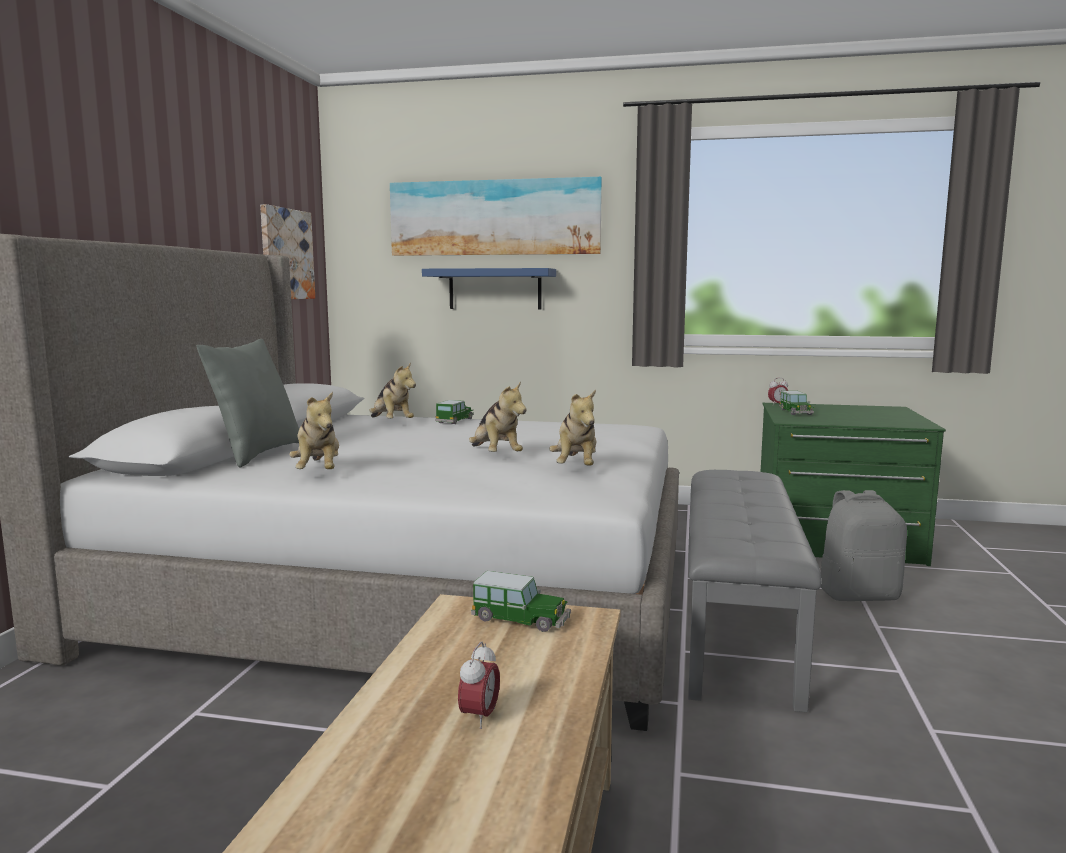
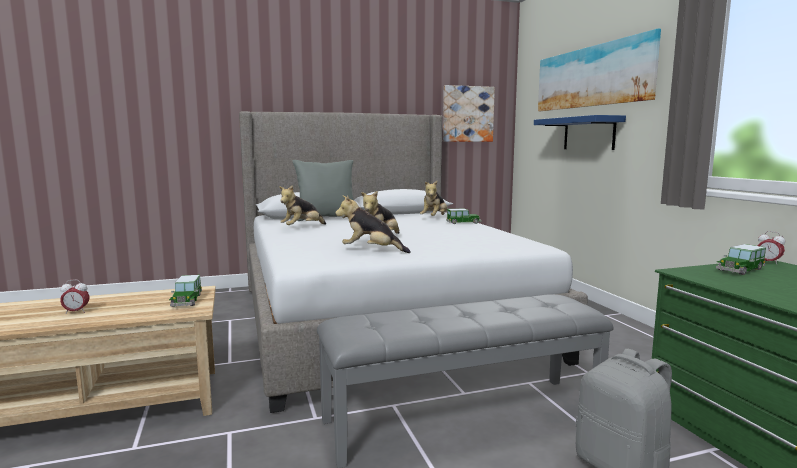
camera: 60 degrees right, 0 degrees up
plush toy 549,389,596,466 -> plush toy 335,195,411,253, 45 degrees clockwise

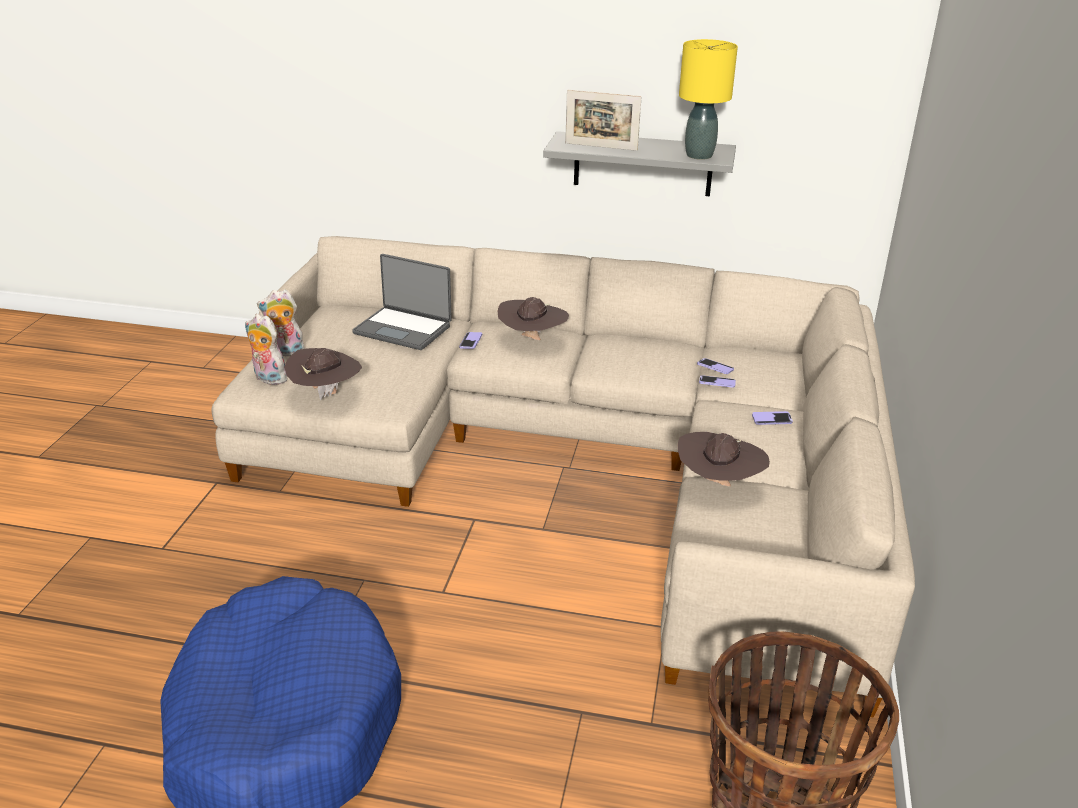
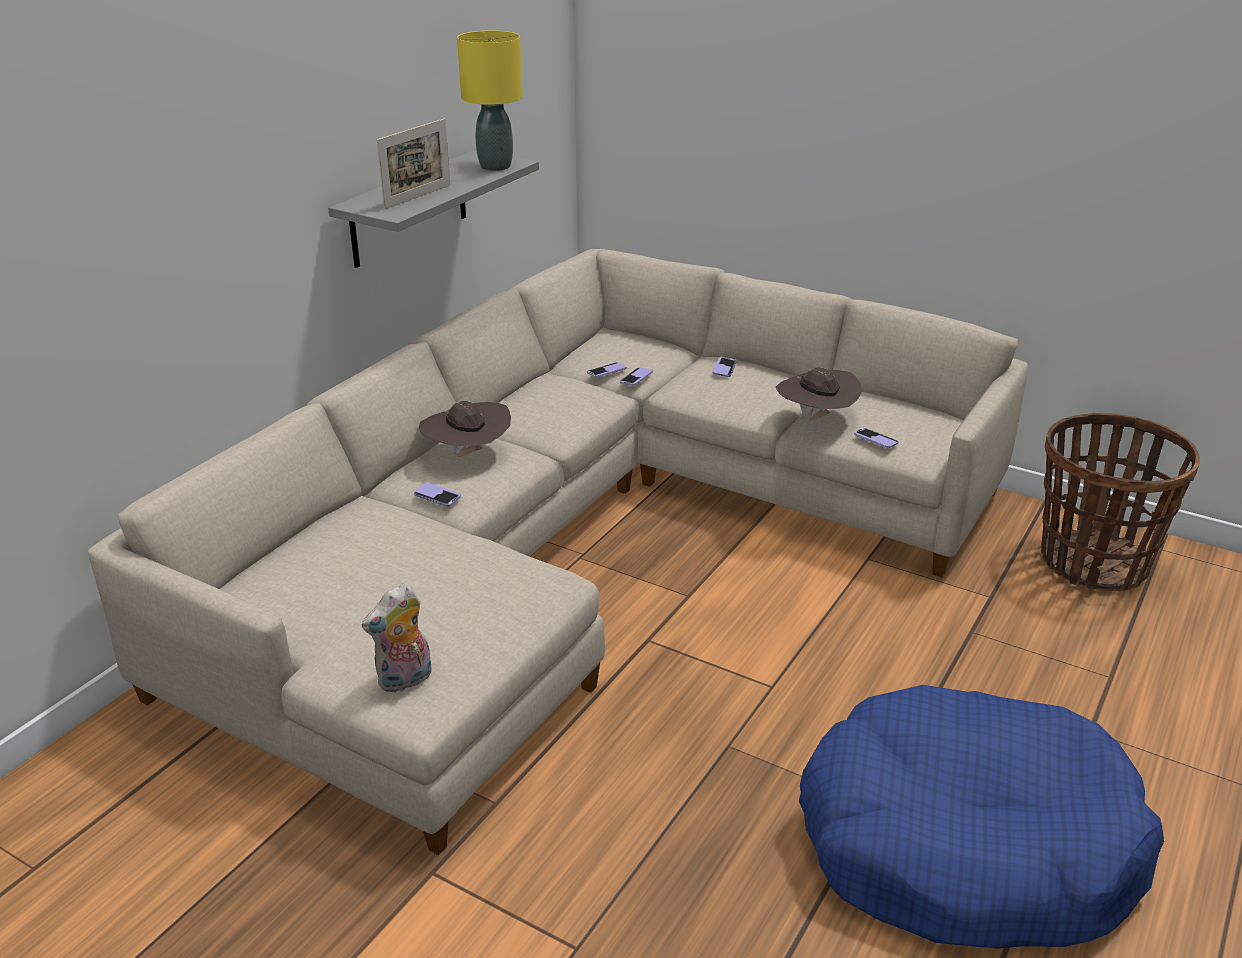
camera: 70 degrees left, 0 degrees up
laptop 352,254,452,350 -> none
plush toy 257,289,305,356 -> none
hat in brown 284,348,362,400 -> none
none -> phone 854,428,898,448

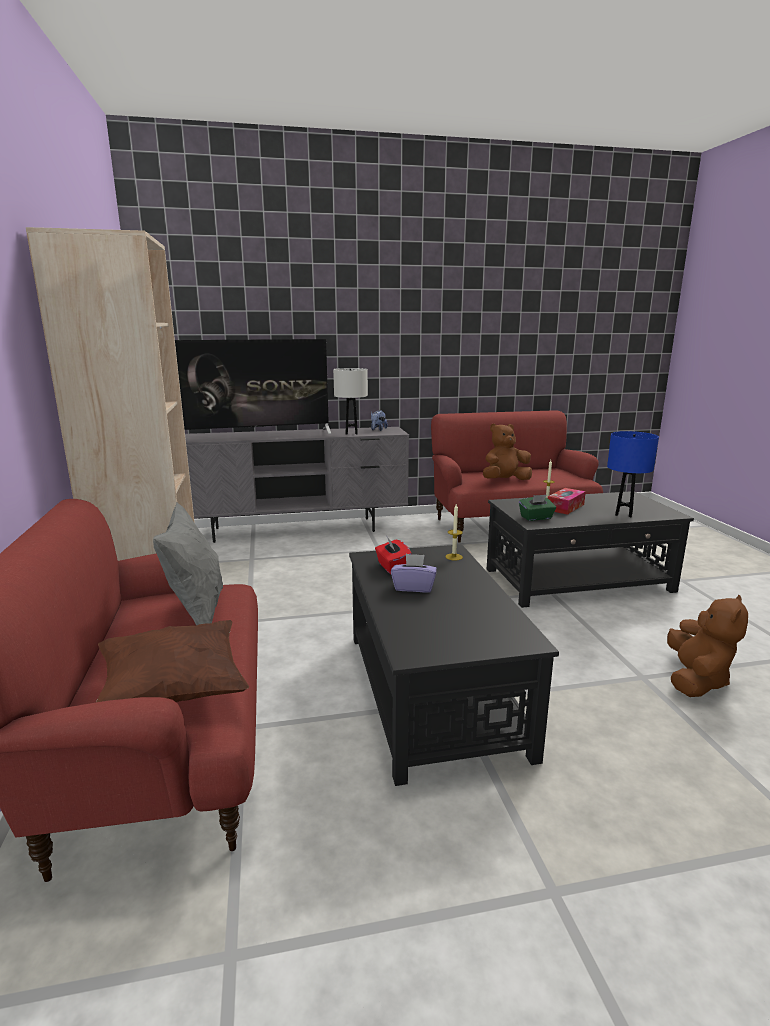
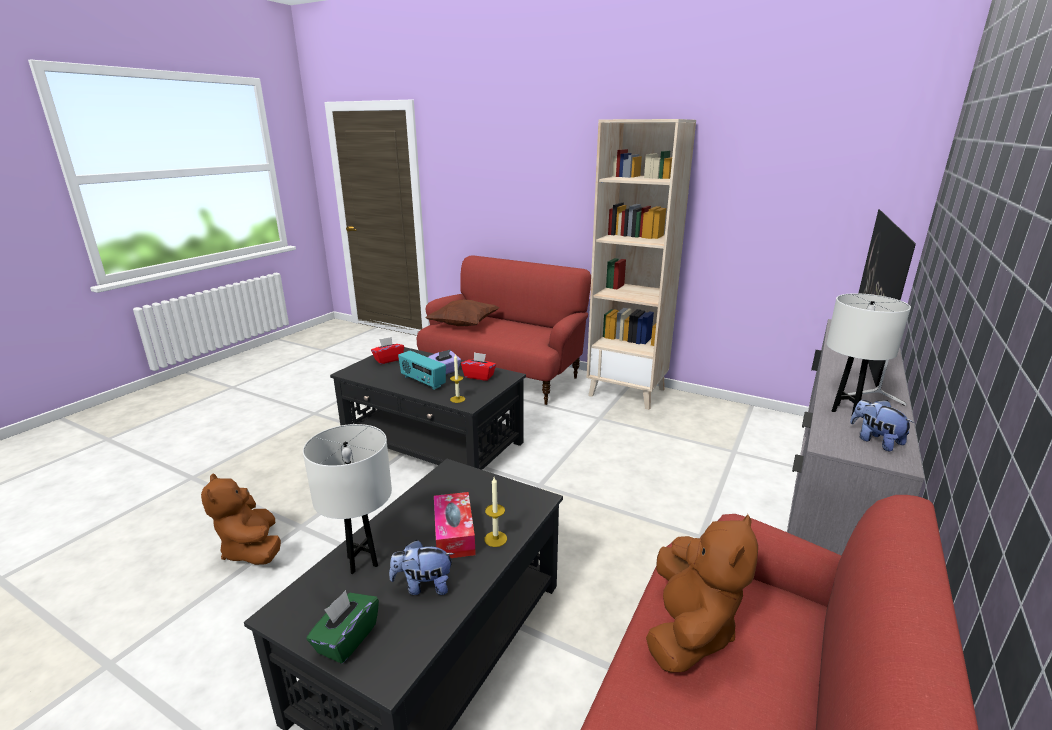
camera: 130 degrees right, 5 degrees up
table lamp in blue 607,431,659,518 -> table lamp in white 303,424,392,574
tissue box in green 519,495,556,521 -> tissue box in green 306,590,379,664, moved
pillow in grey 153,503,223,625 -> none
none -> tissue box in red 371,337,404,364
none -> radio 398,351,446,390
none -> plush toy 389,540,454,595

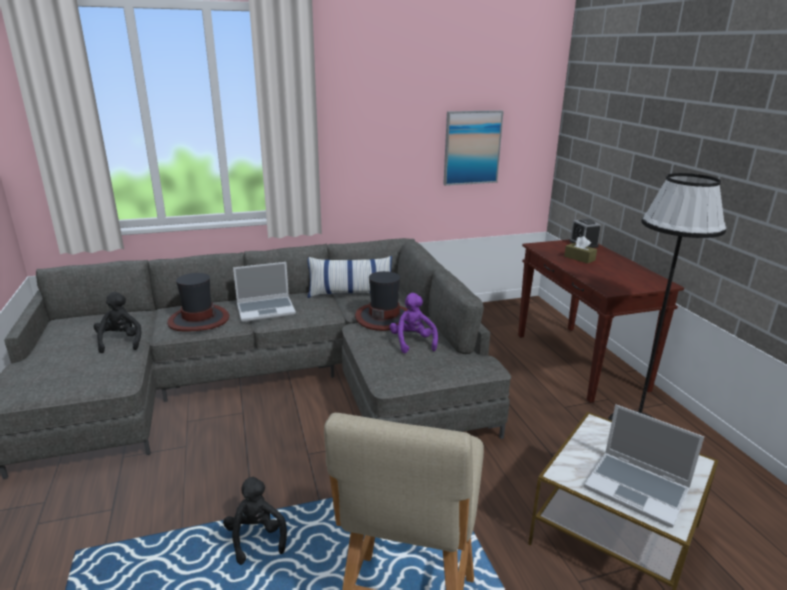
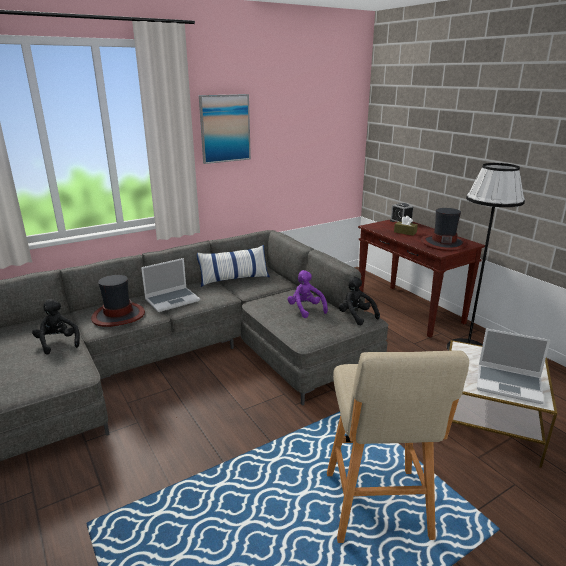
camera: 15 degrees left, 0 degrees up
picture 443,110,504,186 -> picture 199,94,251,164, moved
hat 355,271,409,331 -> hat 421,208,468,251, moved
plush toy in black 223,476,287,565 -> plush toy in black 339,276,380,326, moved

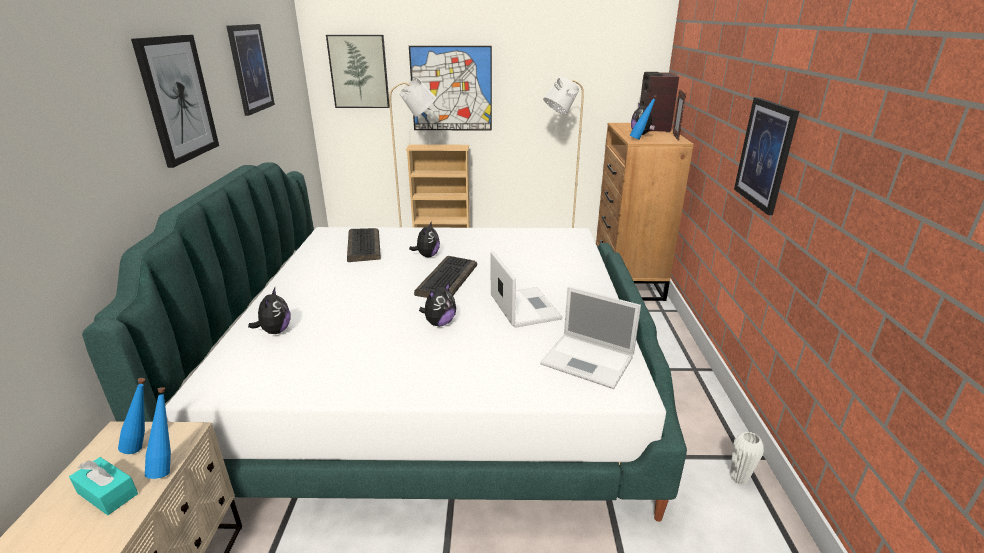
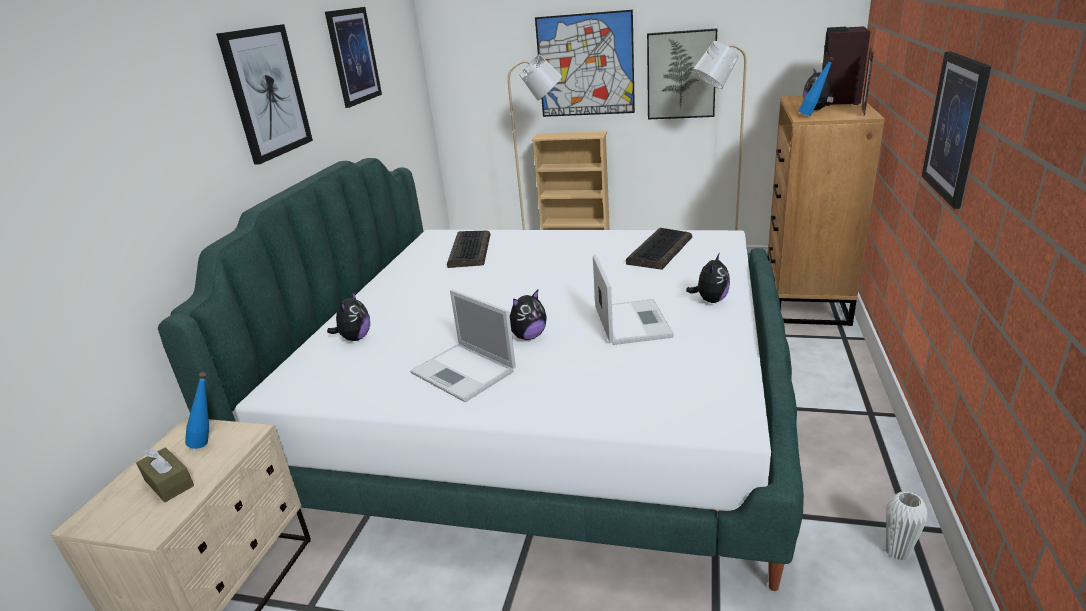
camera: 15 degrees right, 0 degrees up
picture 326,35,390,108 -> picture 647,28,717,119, moved
plush toy 409,221,440,257 -> plush toy 686,254,730,303, moved
keyboard 414,256,477,298 -> keyboard 626,228,692,270, moved
laptop 540,286,641,389 -> laptop 410,290,516,402, moved
bottle in blue 145,387,171,479 -> none
tissue box in turquoise 69,457,138,515 -> tissue box in brown 136,447,194,502

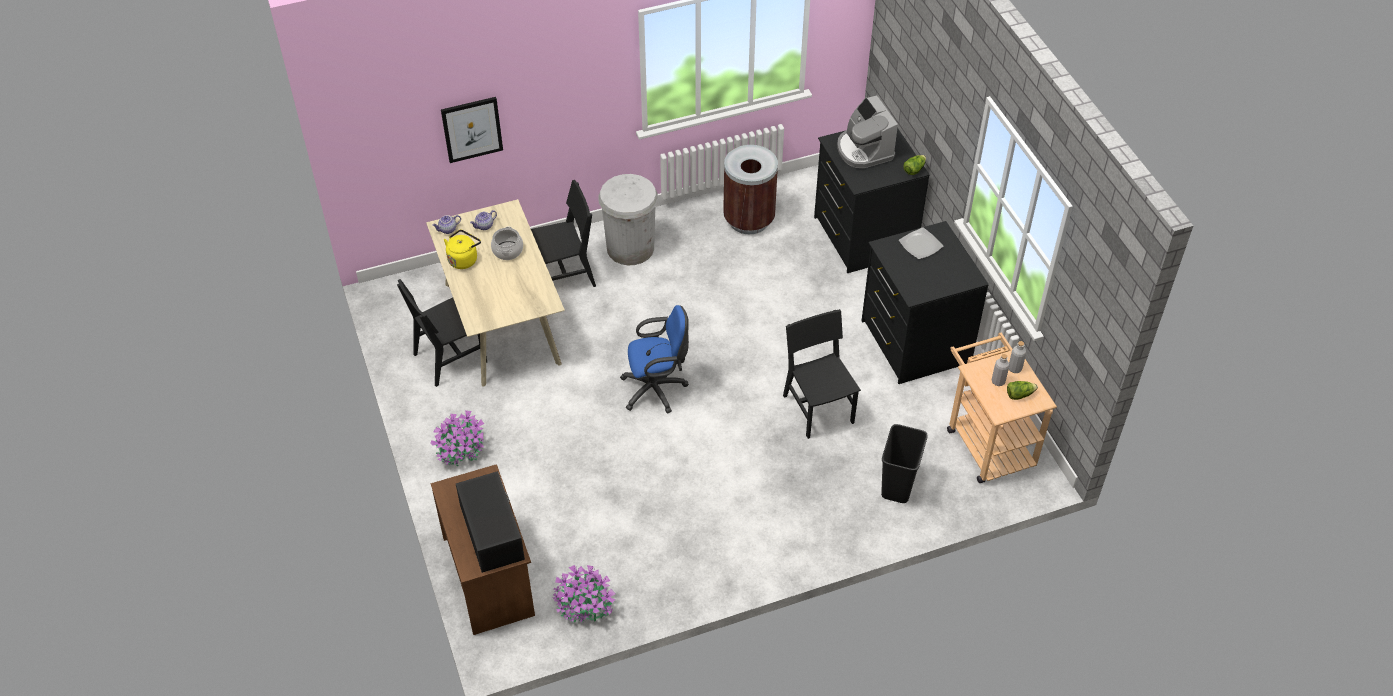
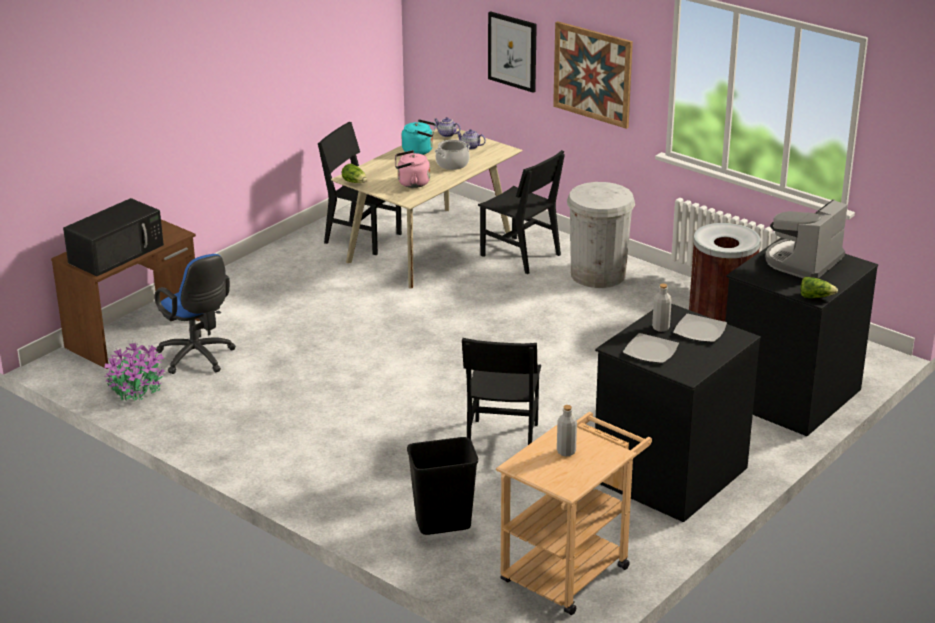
camera: 60 degrees right, 20 degrees down
kettle in yellow 444,230,481,269 -> kettle in turquoise 402,119,436,155
office chair in blue 620,305,689,414 -> office chair in blue 155,254,236,374, moved
chair in black 783,309,861,439 -> chair in black 462,338,541,445, 150 degrees clockwise
bottle in grey 1009,341,1026,373 -> bottle in grey 652,283,672,332, moved
lettuce 1007,381,1038,400 -> lettuce 342,163,367,183, moved
potted plant 430,410,484,466 -> none
none -> picture 553,21,633,129
none -> kettle in pink 395,150,430,188
none -> plate 623,333,679,363

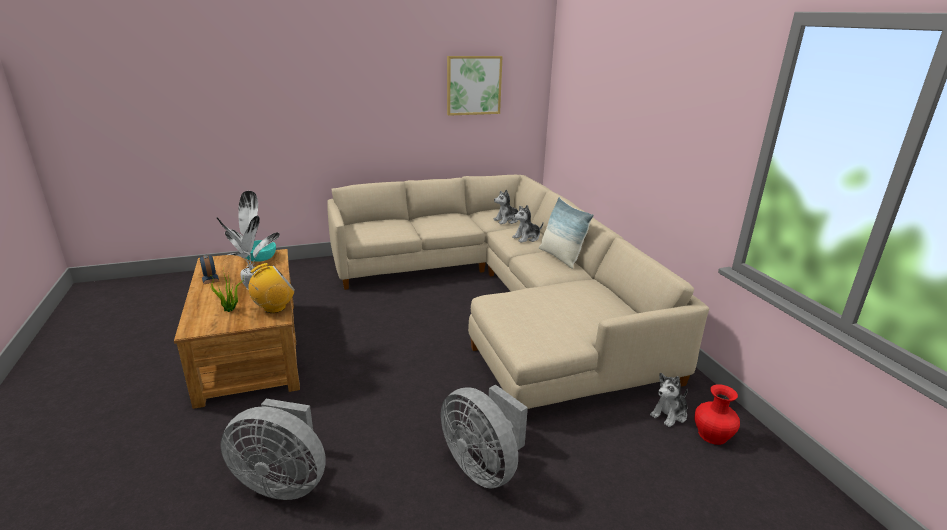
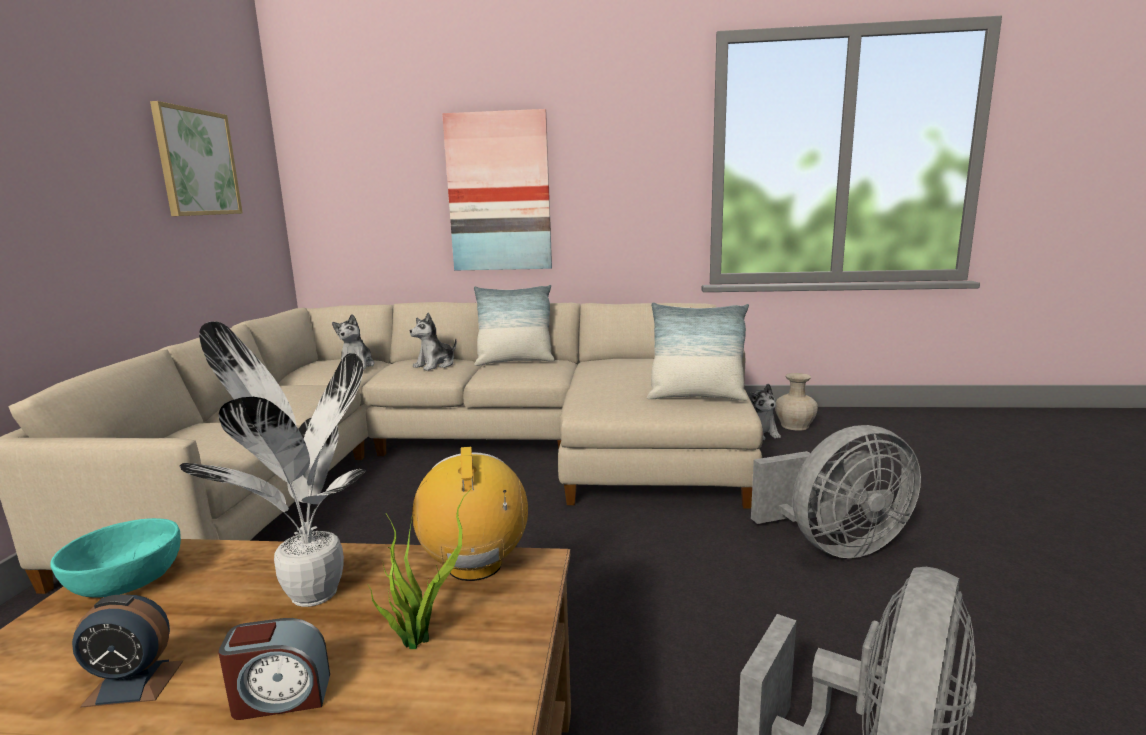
camera: 65 degrees left, 10 degrees down
plush toy 512,205,543,243 -> plush toy 410,312,456,371, 45 degrees clockwise
vase in red 694,384,740,445 -> vase in beige 775,373,818,431
none -> picture 442,109,552,271
none -> pillow 647,302,749,401
none -> alarm clock 218,618,330,720

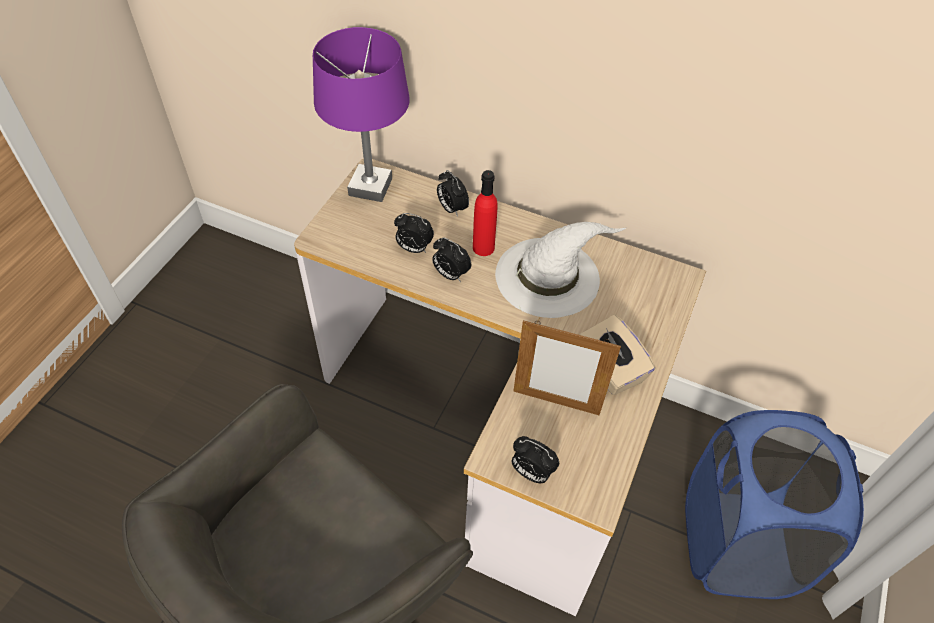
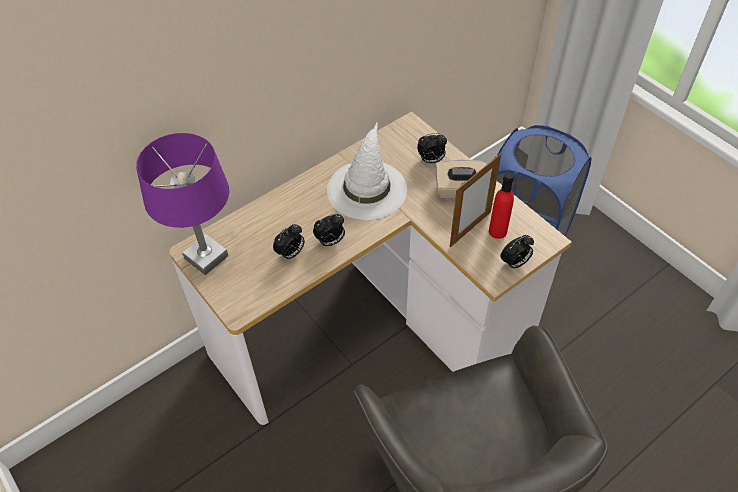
camera: 60 degrees left, 0 degrees up
alarm clock 437,170,469,217 -> alarm clock 417,133,447,163, moved
bottle in red 473,170,498,256 -> bottle in red 489,172,514,239, moved

